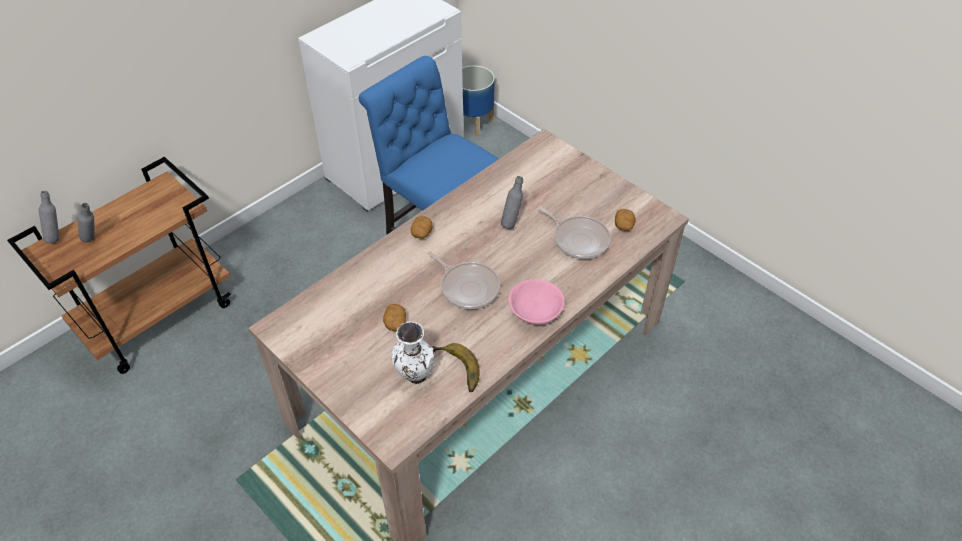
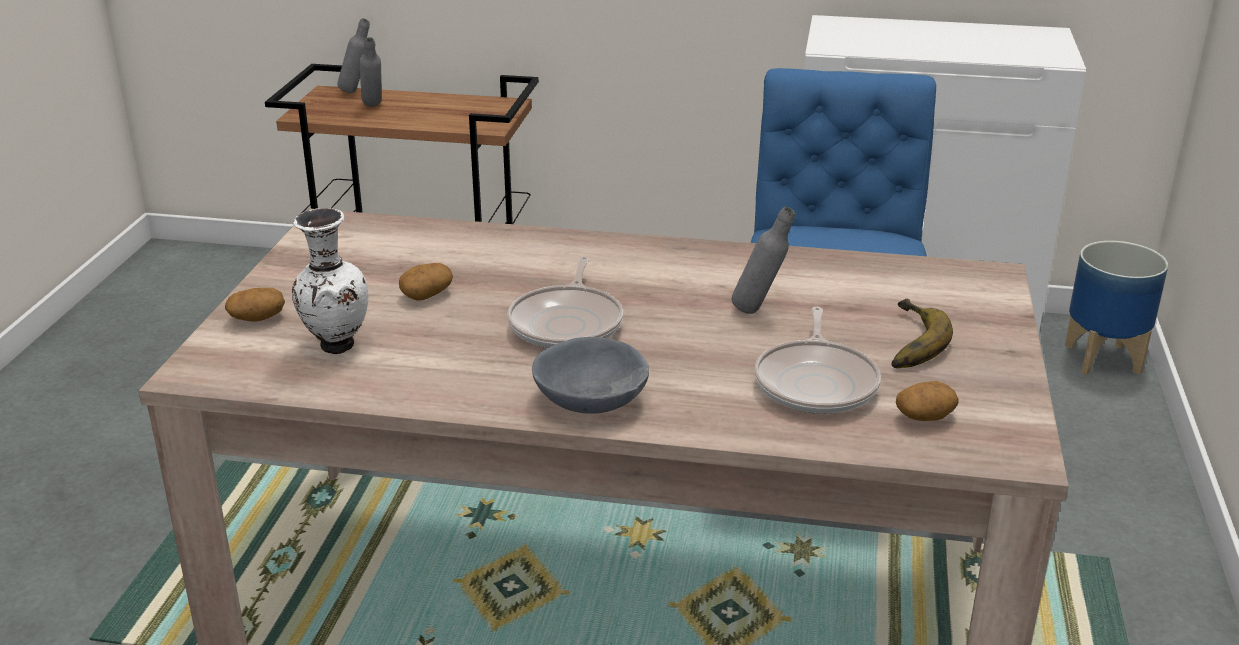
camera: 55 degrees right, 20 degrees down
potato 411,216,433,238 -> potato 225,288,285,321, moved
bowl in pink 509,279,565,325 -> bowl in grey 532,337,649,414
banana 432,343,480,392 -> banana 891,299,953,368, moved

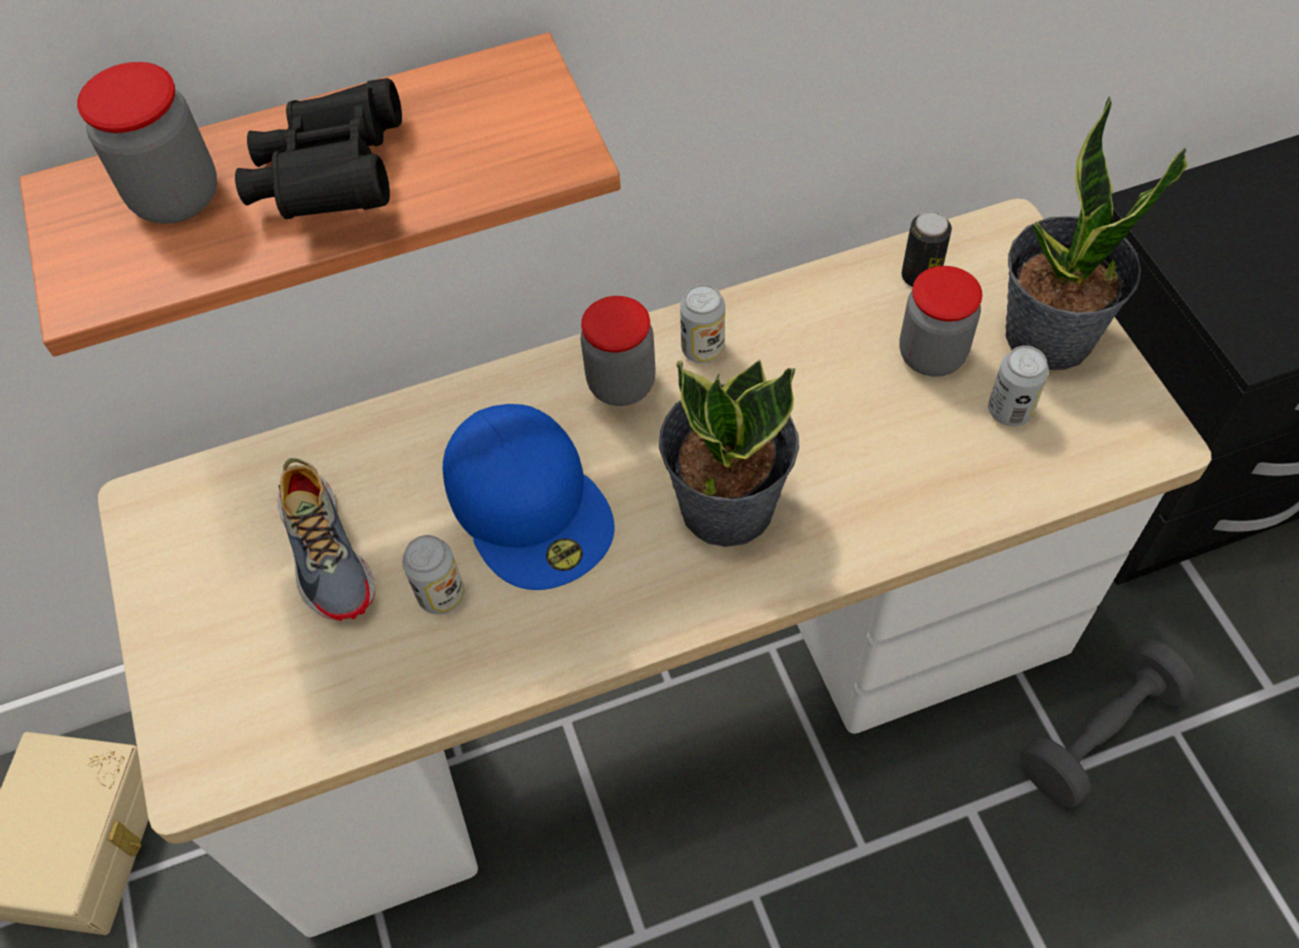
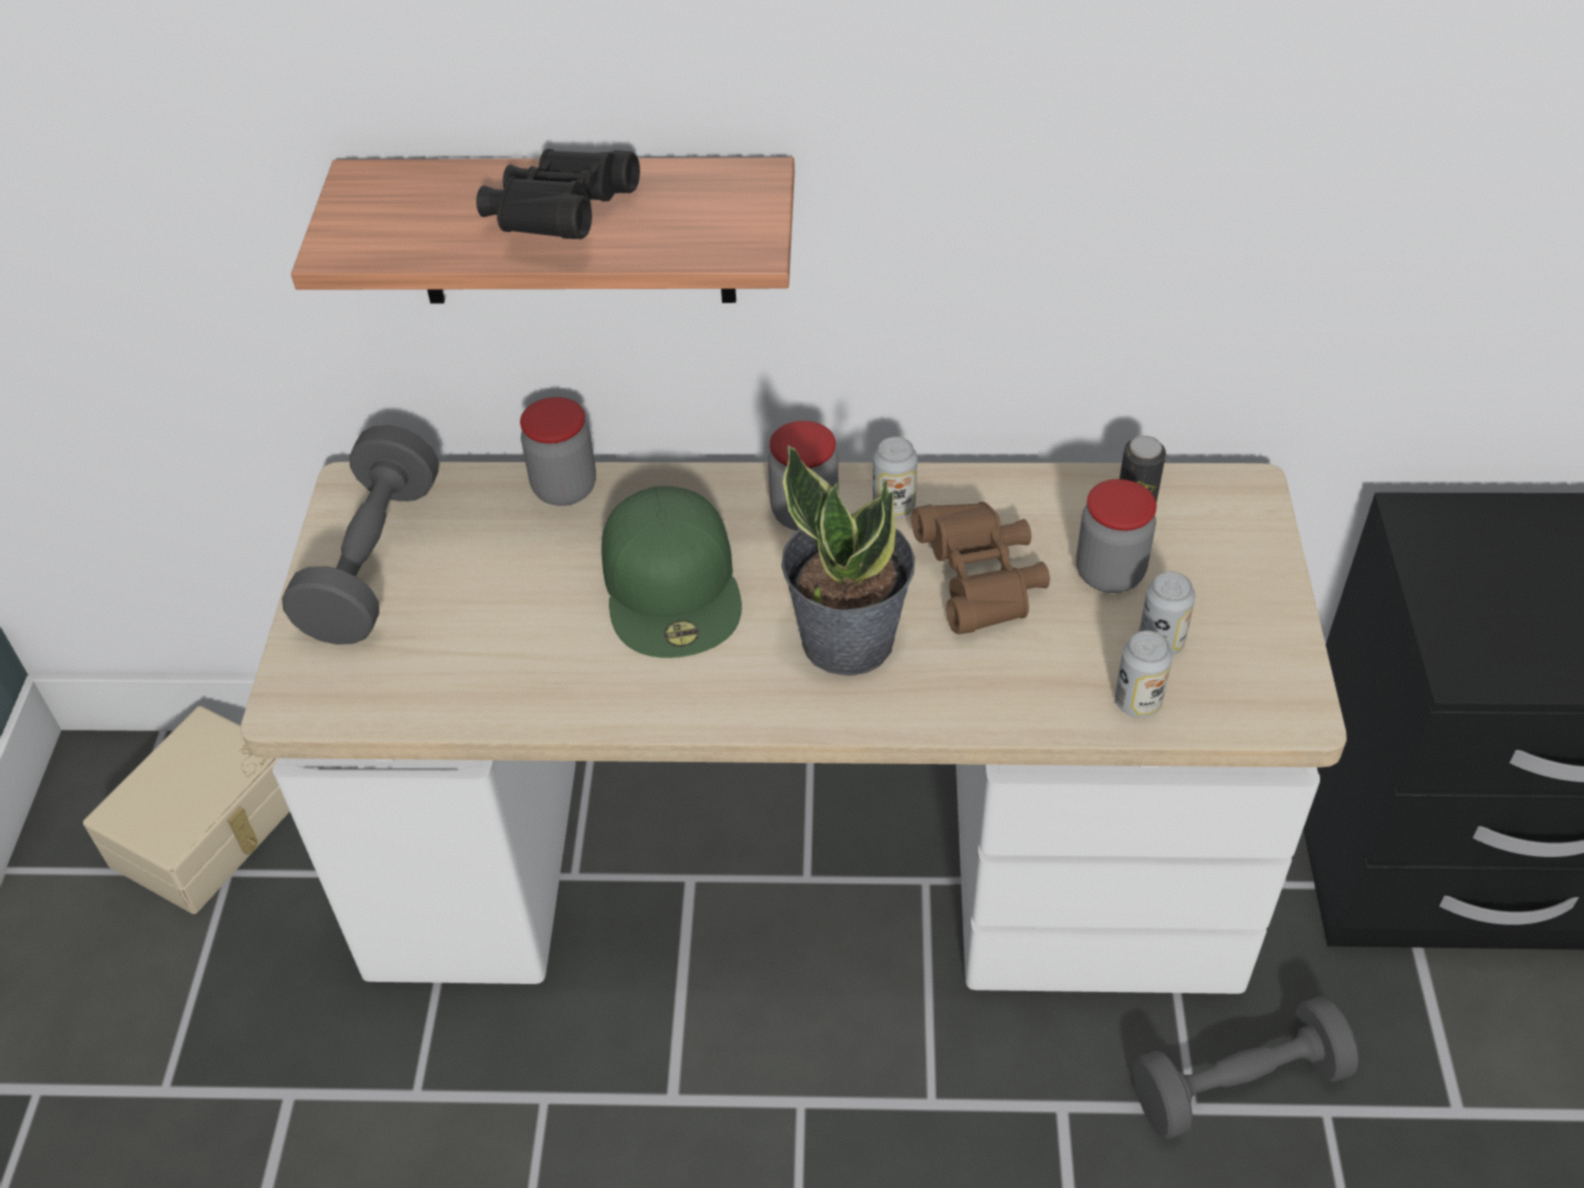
camera: 20 degrees right, 10 degrees down
jar 77,62,217,224 -> jar 520,397,596,506, moved
potted plant 1005,96,1188,370 -> none
cap in blue 443,404,615,590 -> cap in green 601,486,742,658
shoe 278,458,375,621 -> none
can 402,535,464,614 -> can 1115,631,1173,718, moved
none -> dumbbell in grey 282,425,439,645
none -> binoculars in brown 911,502,1050,634

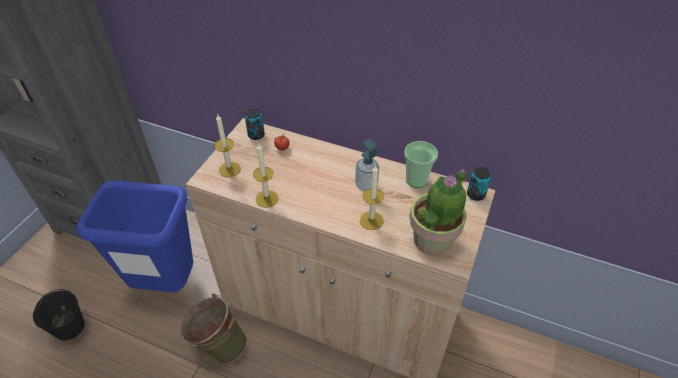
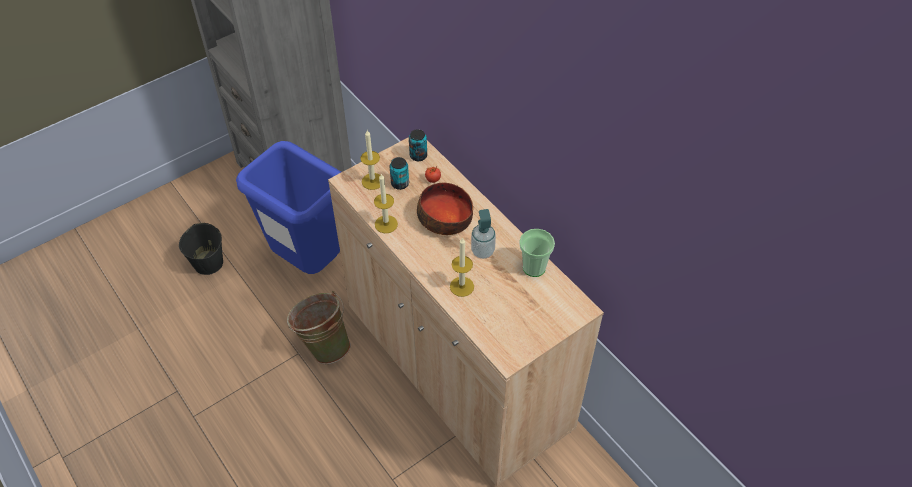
camera: 30 degrees right, 5 degrees up
can 467,167,491,201 -> can 390,157,409,190, moved
potted plant 410,169,467,255 -> none
none -> bowl 417,183,473,235

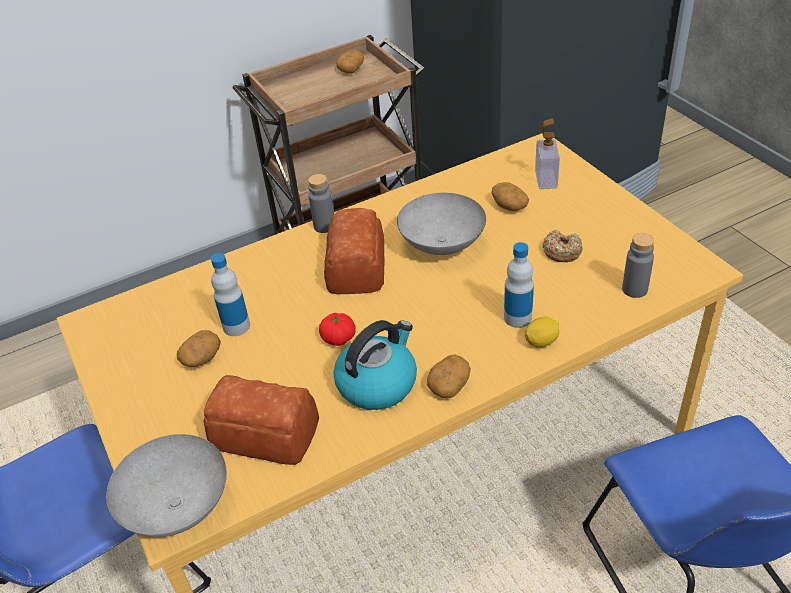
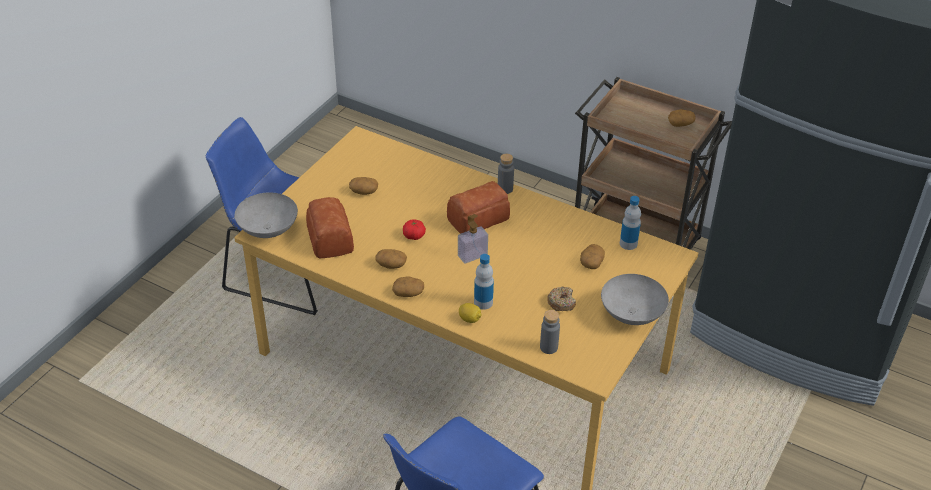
camera: 55 degrees right, 0 degrees up
soap dispenser 535,118,560,189 -> soap dispenser 458,214,488,264, moved
bowl in grey 397,193,486,255 -> bowl in grey 601,274,669,325, moved
bottle 211,253,250,336 -> bottle 620,196,641,250, moved
kettle 333,320,417,410 -> potato 375,249,407,269

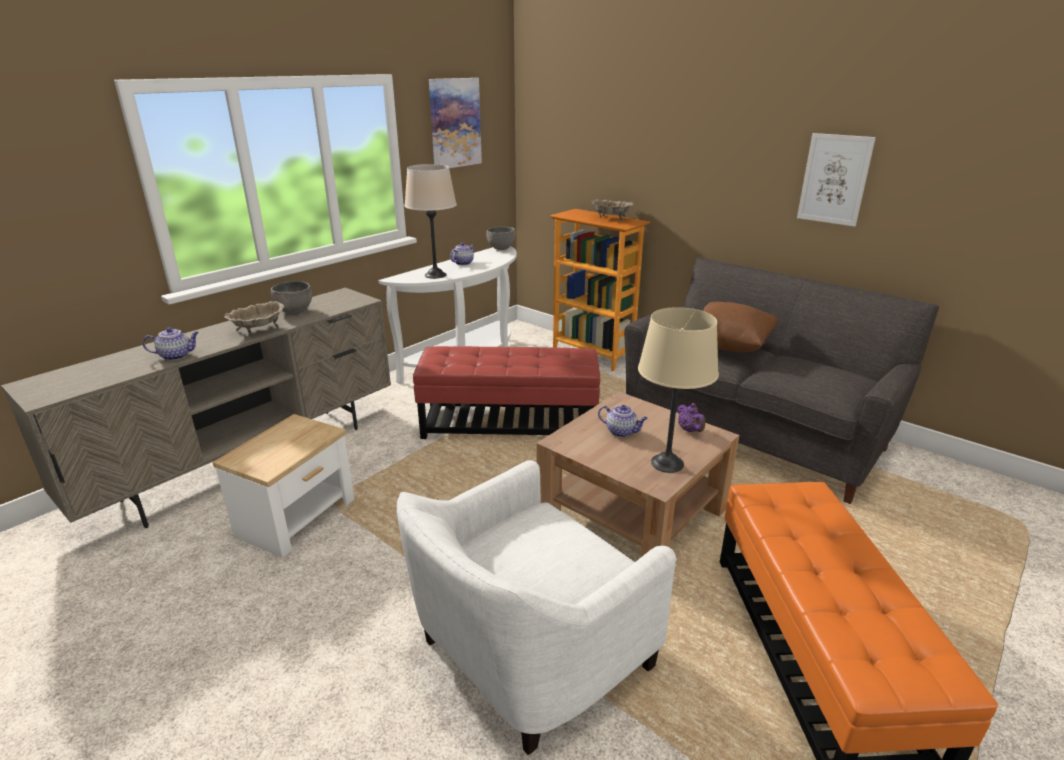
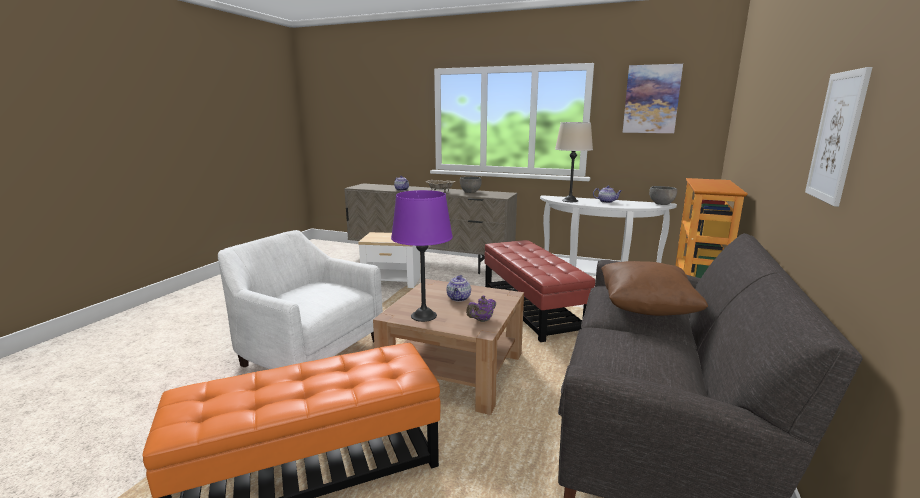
camera: 70 degrees right, 10 degrees down
bowl in beige 591,199,634,221 -> none
table lamp in beige 638,307,719,473 -> table lamp in purple 391,190,453,322

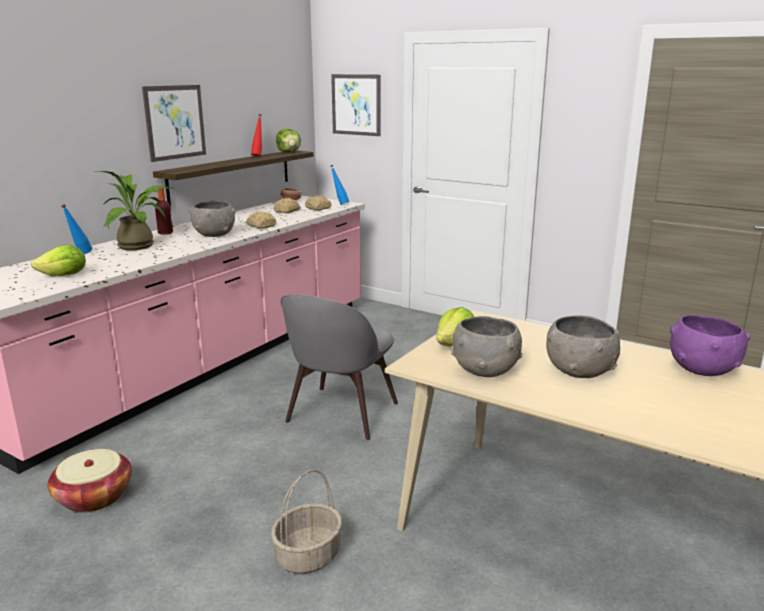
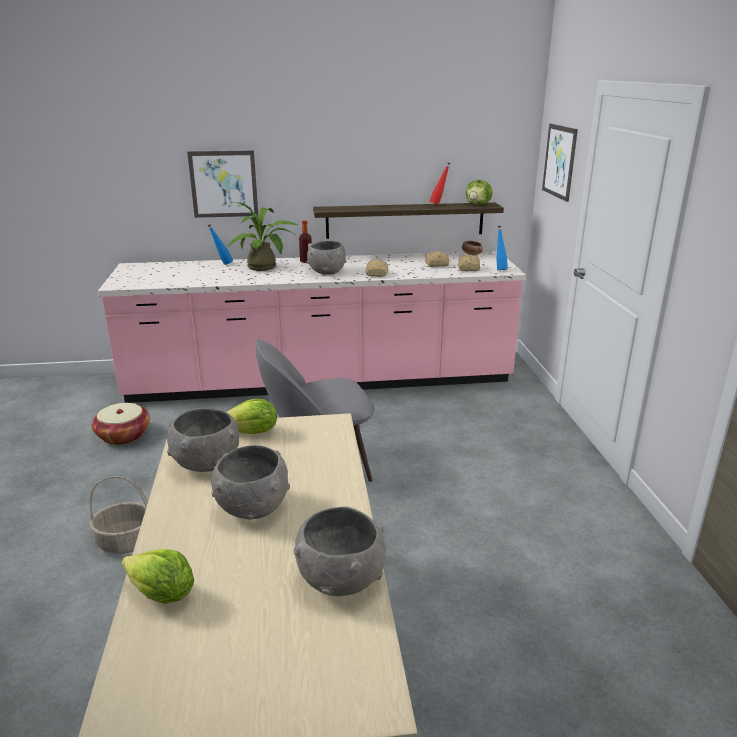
camera: 50 degrees right, 5 degrees up
picture 142,85,206,162 -> picture 187,151,259,218, moved
lettuce 31,245,86,276 -> lettuce 122,549,194,604, moved
bowl in purple 670,315,750,376 -> bowl in grey 294,506,386,596

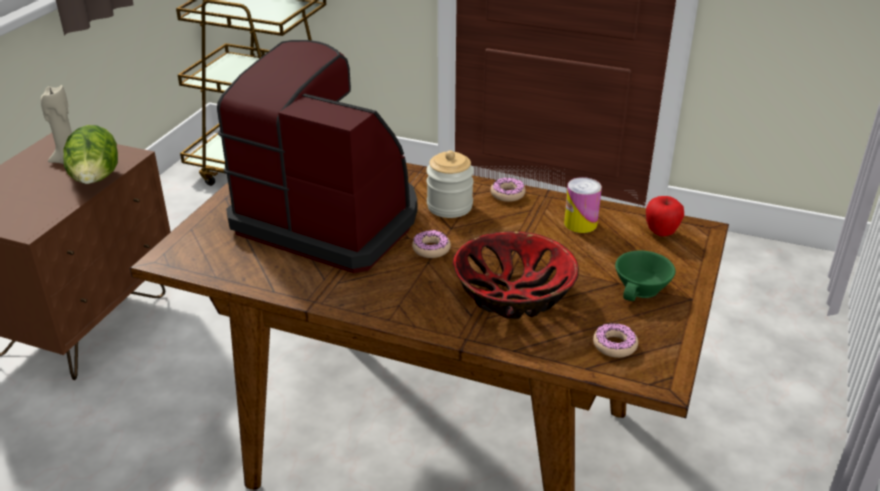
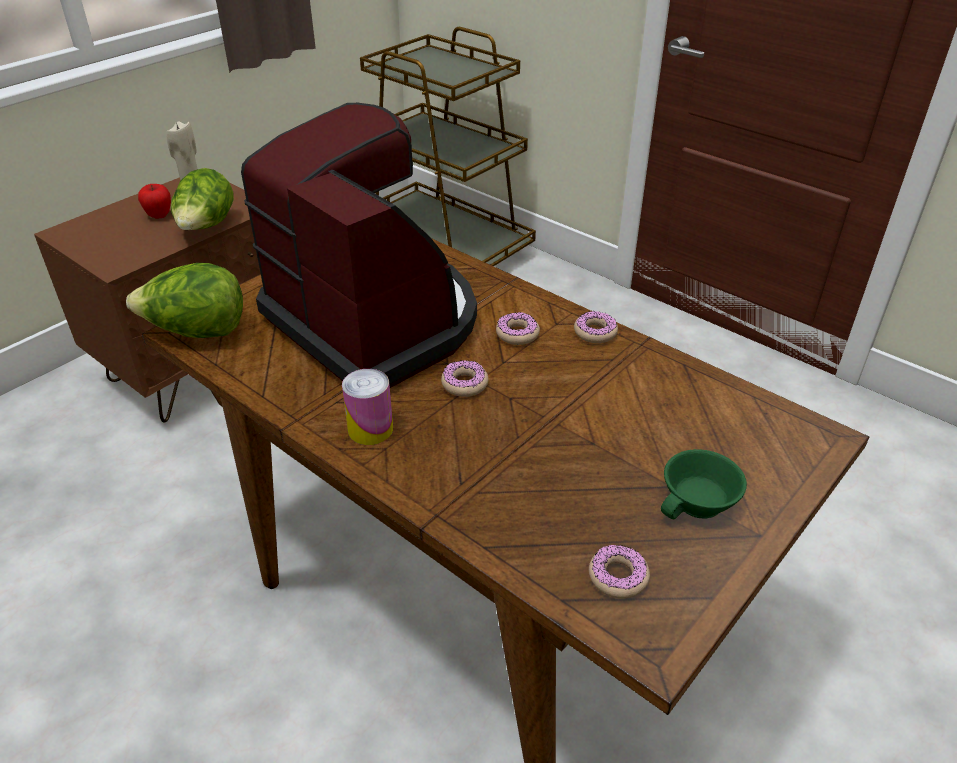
camera: 20 degrees right, 5 degrees up
jar 426,150,474,218 -> donut 496,312,540,345
can 564,177,602,233 -> can 342,369,393,445, moved
apple 646,196,684,237 -> apple 138,184,171,218, moved
bowl 453,231,579,319 -> none
none -> lettuce 126,263,243,338

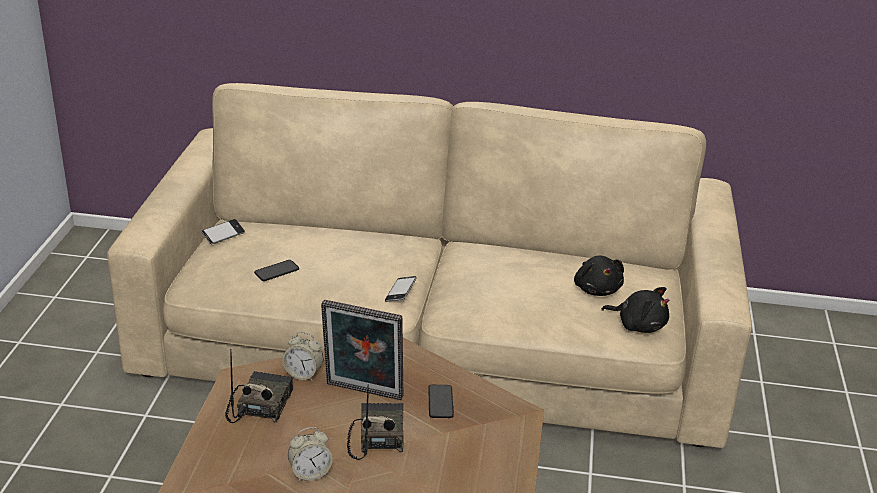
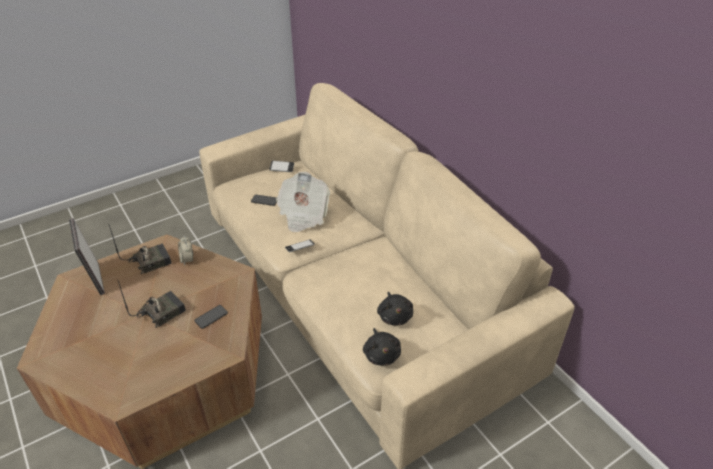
camera: 50 degrees right, 10 degrees up
plush toy in black 574,256,624,296 -> plush toy in black 377,292,413,325, 45 degrees counterclockwise
picture frame 321,300,404,400 -> picture frame 69,218,105,295, moved
alarm clock 288,427,333,482 -> none
none -> newspaper 276,172,330,232

